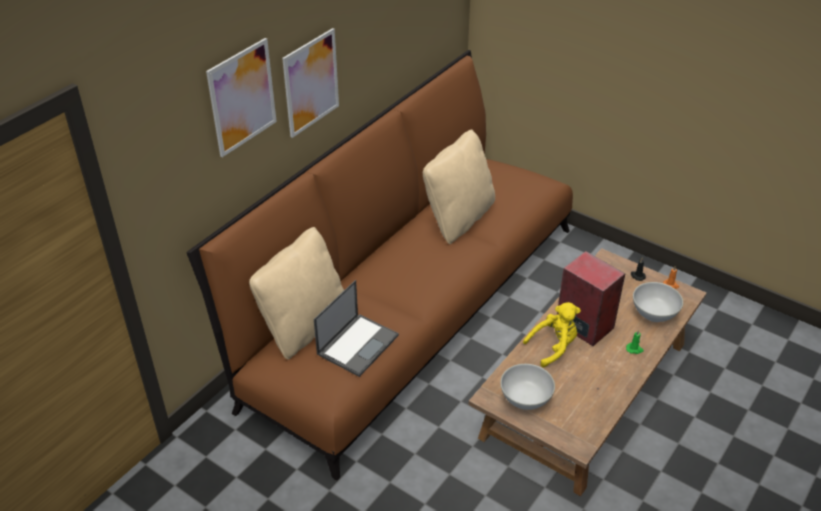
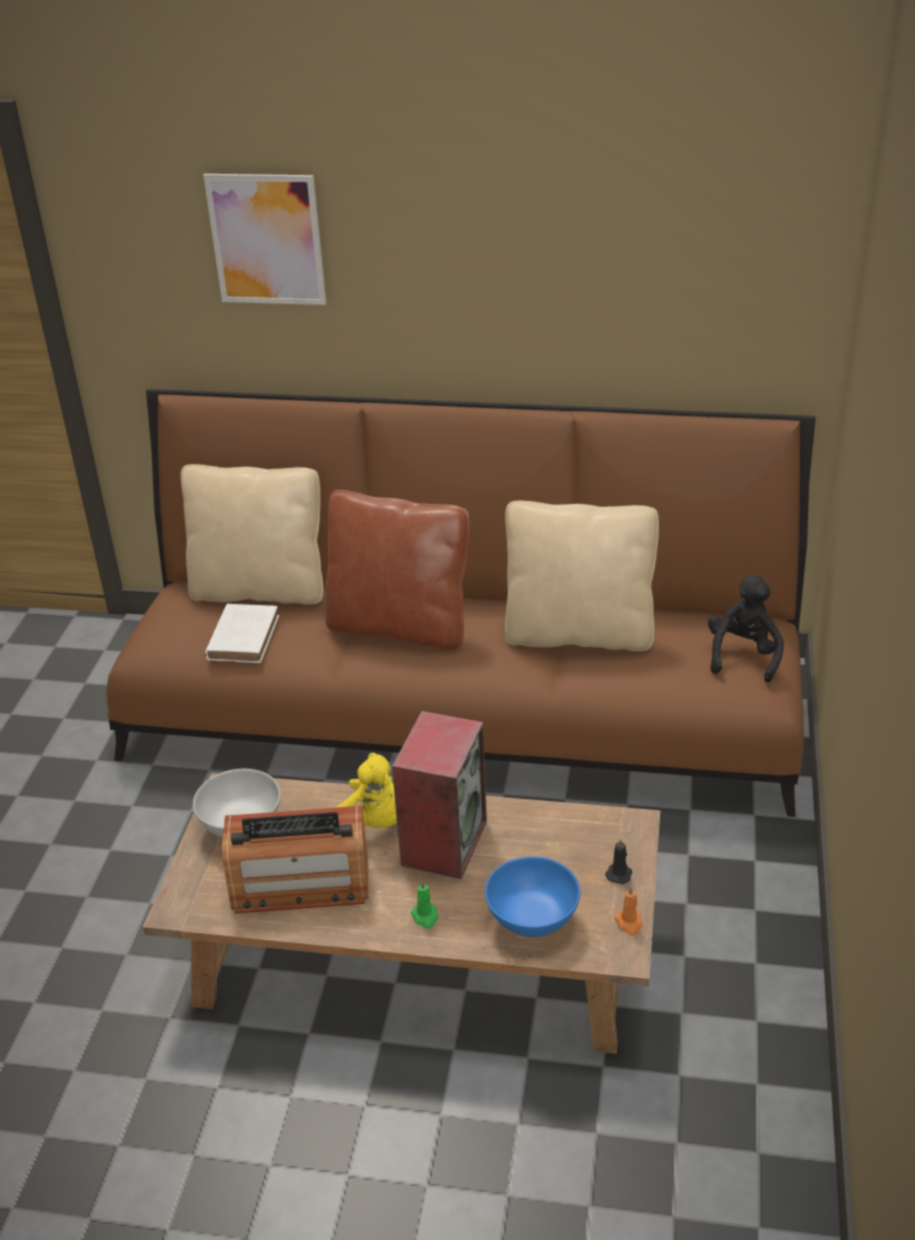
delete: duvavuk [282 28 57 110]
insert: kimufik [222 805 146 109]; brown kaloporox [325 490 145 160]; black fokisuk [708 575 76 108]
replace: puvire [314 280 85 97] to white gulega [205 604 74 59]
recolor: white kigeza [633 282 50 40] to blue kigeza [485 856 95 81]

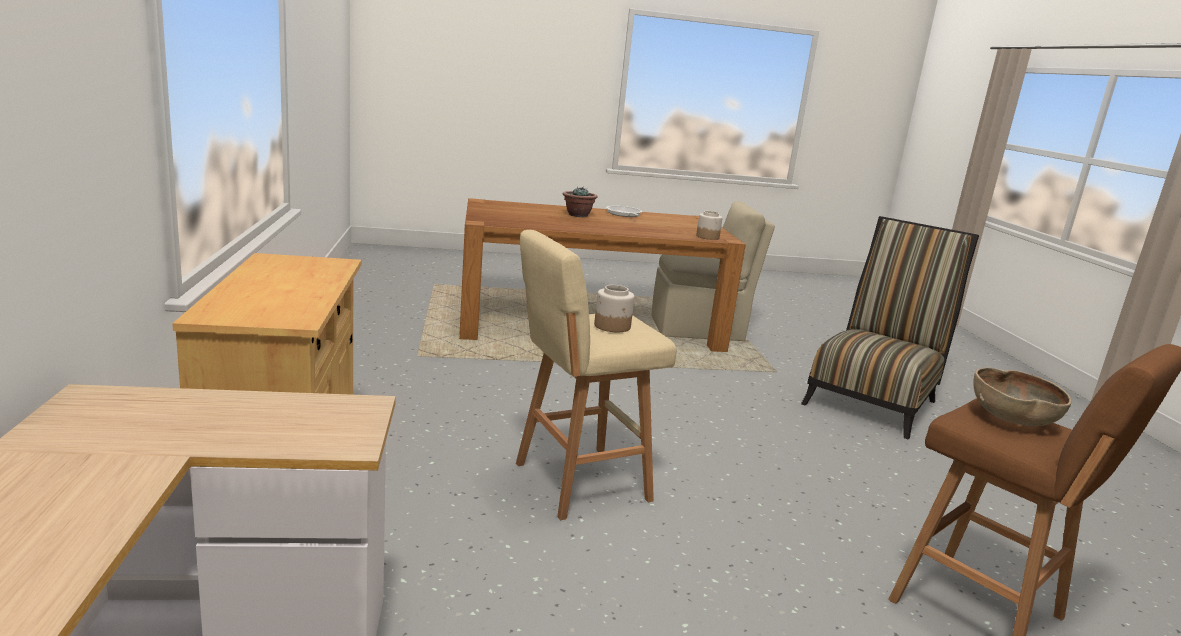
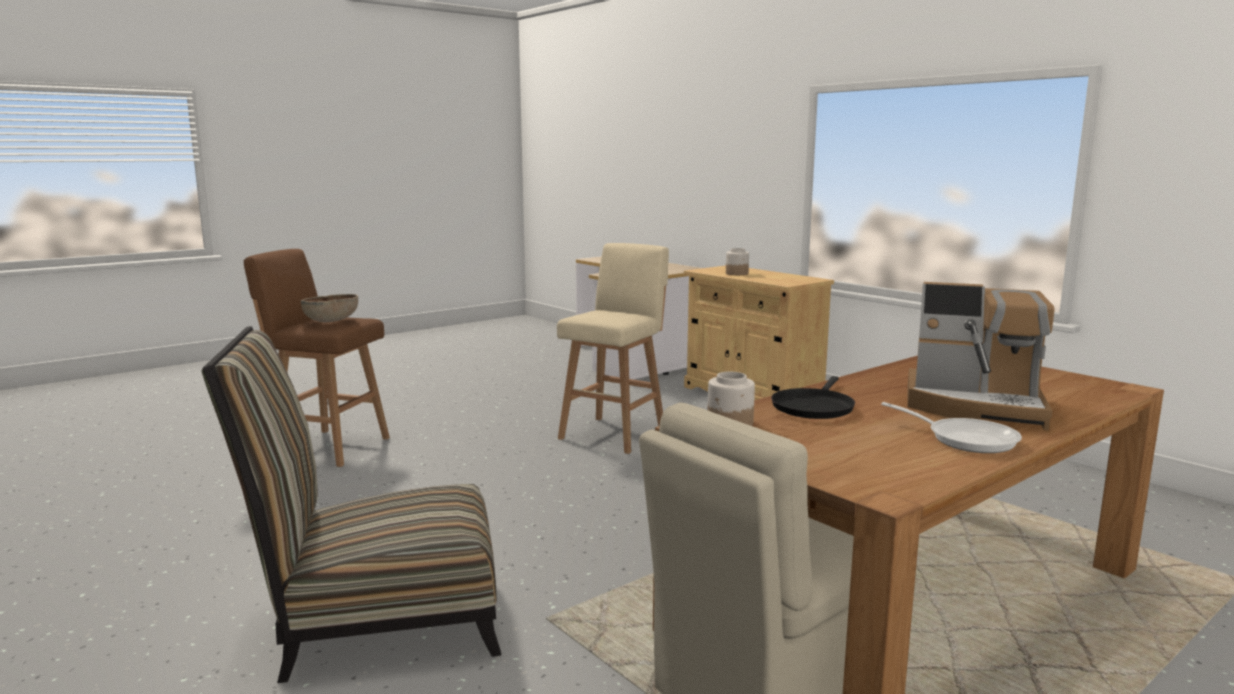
insert: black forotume [771 376 84 43]
move: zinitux [594 285 40 47] to [726 248 23 27]
replace: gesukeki [563 186 35 31] to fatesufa [908 282 146 149]
rotate: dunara [801 216 178 224] = [201 326 300 357] 75 degrees clockwise

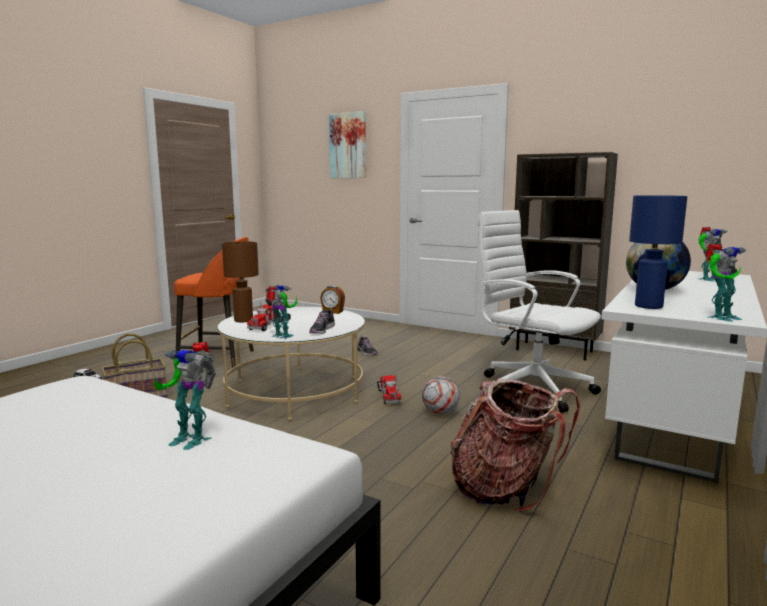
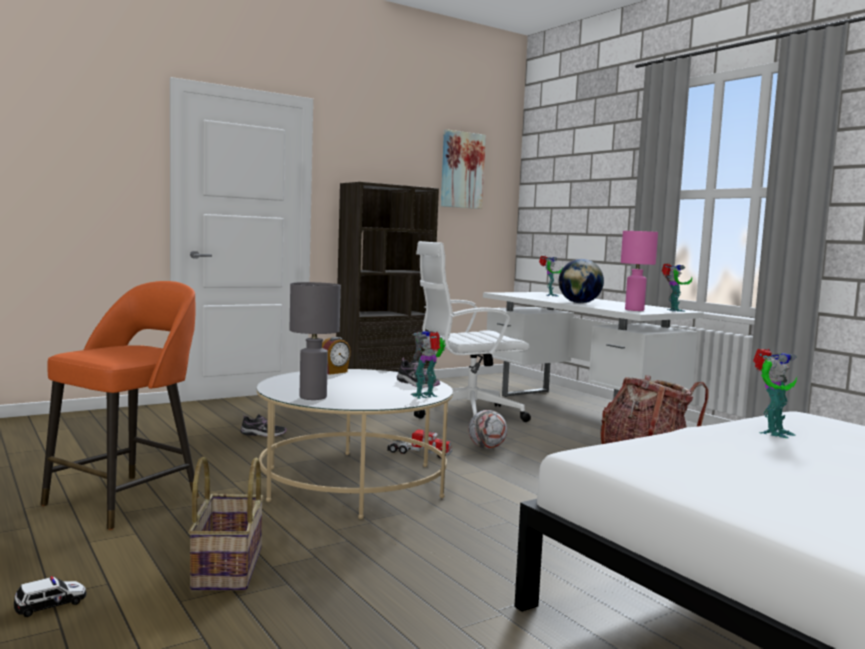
delete: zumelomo [247 302 44 29]
move: duvavuk [329 111 37 67] to [441 129 45 80]
recolor: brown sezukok [222 241 37 82] to grey sezukok [290 282 51 118]; blue sezukok [629 195 58 114] to pink sezukok [621 231 37 80]

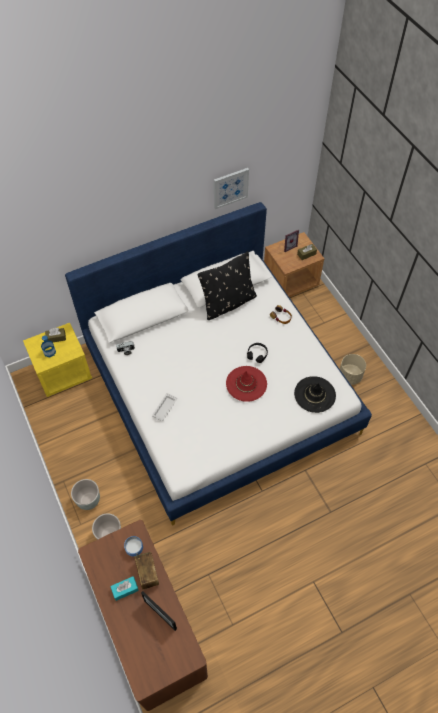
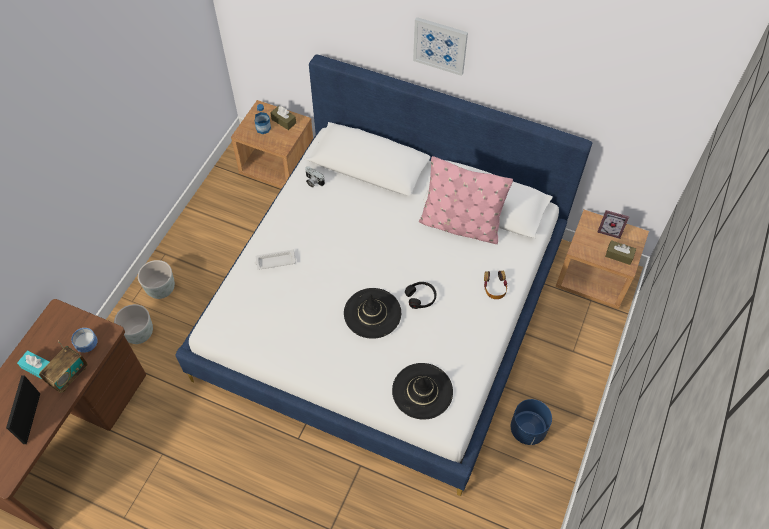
move: duvavuk [214 168 35 41] to [413 17 55 59]
recolor: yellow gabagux [23 323 69 74] to brown gabagux [231 100 82 89]; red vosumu [226 366 41 36] to black vosumu [344 288 57 51]; black kaloporox [198 251 59 69] to pink kaloporox [419 156 94 88]; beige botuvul [340 354 26 31] to blue botuvul [511 399 41 46]

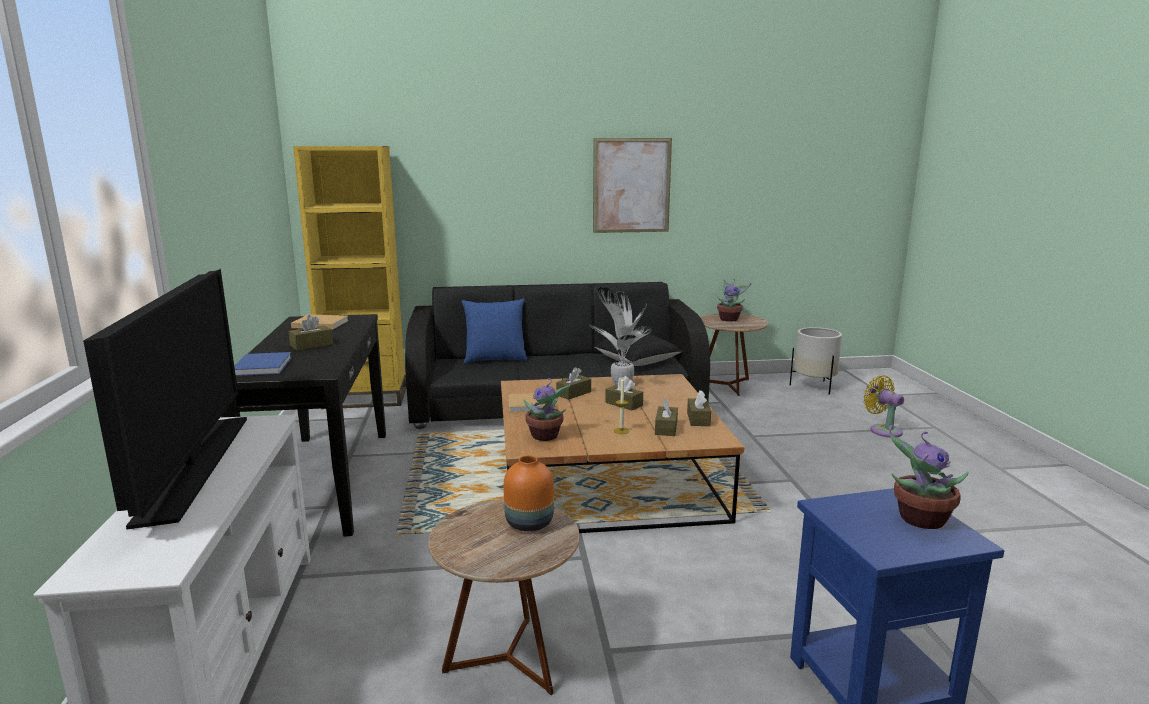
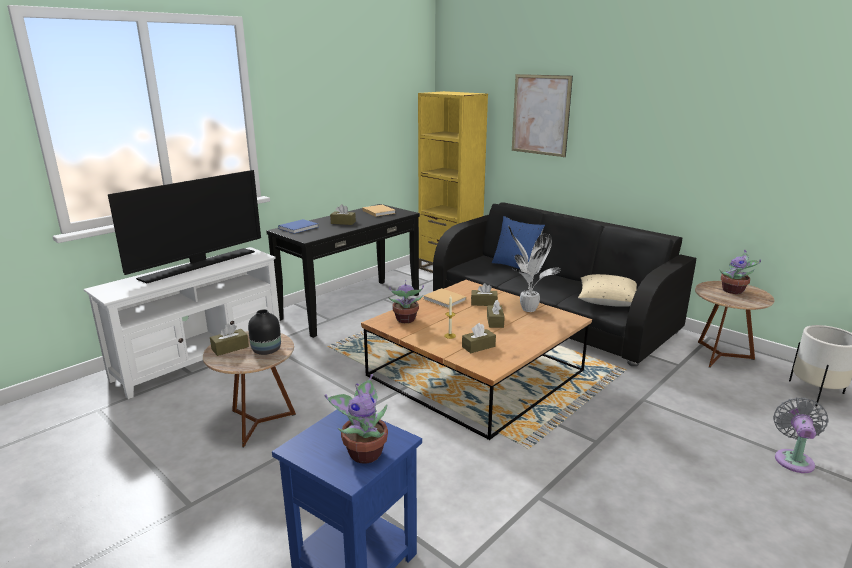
move: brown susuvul [687 390 24 36] to [210 324 39 32]; duvavuk [593 138 79 95] to [512 74 61 83]
recolor: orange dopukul [504 455 50 76] to black dopukul [248 309 33 46]; black kaloporox [594 334 88 32] to beige kaloporox [578 274 59 33]; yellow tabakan [863 375 41 63] to grey tabakan [773 397 56 76]

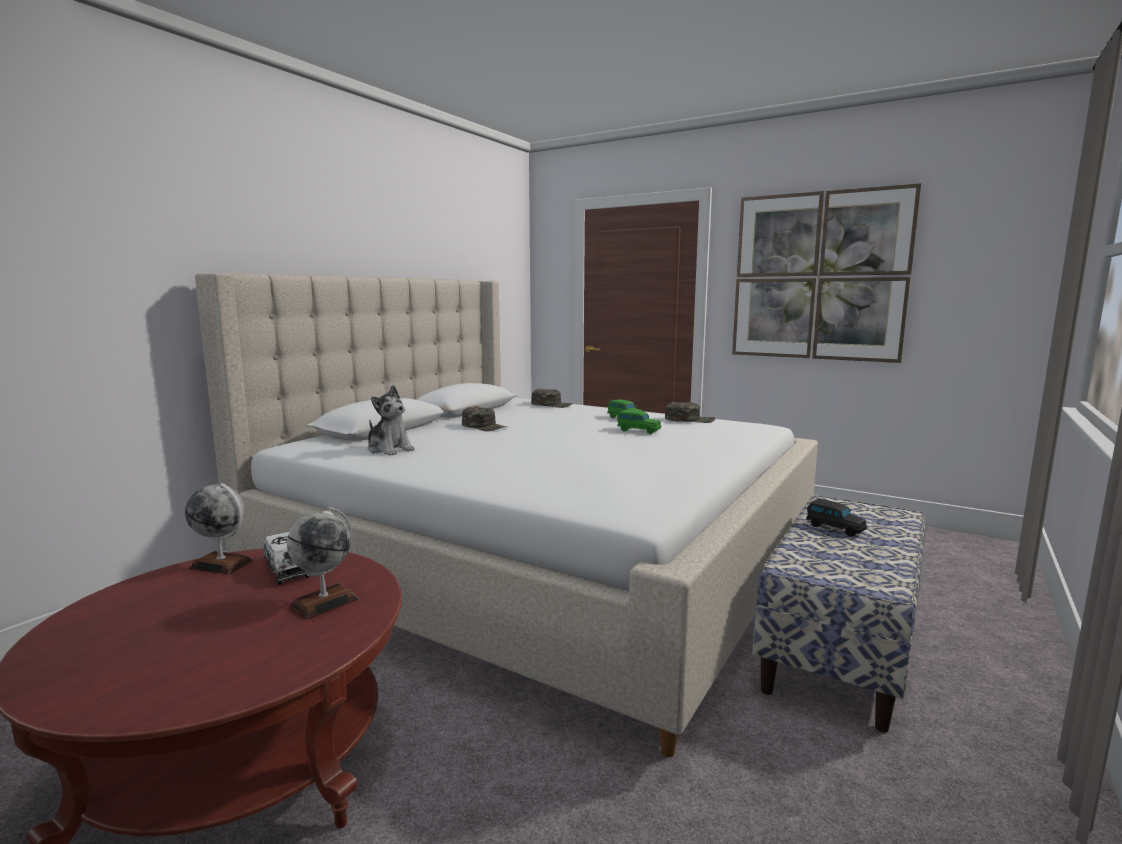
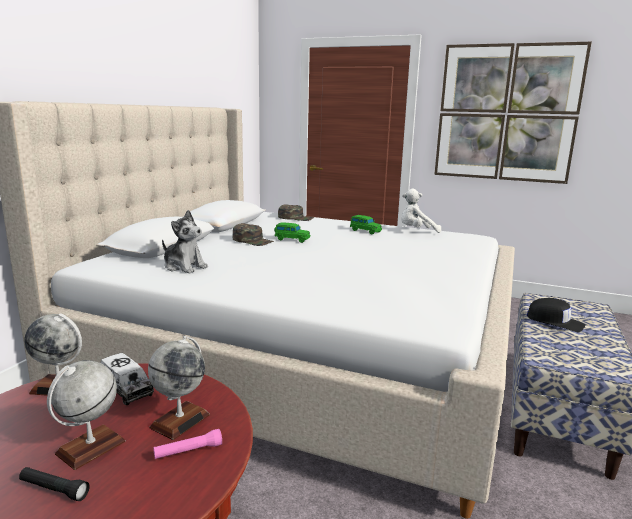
insert: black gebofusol [19 467 70 34]; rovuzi [47 360 78 110]; pink gebofusol [153 429 69 30]
move: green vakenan [617 410 44 24] to [275 222 35 21]
replace: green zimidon [665 402 50 21] to white fokisuk [401 189 40 44]; black vakenan [807 499 60 38] to black zimidon [527 298 59 34]

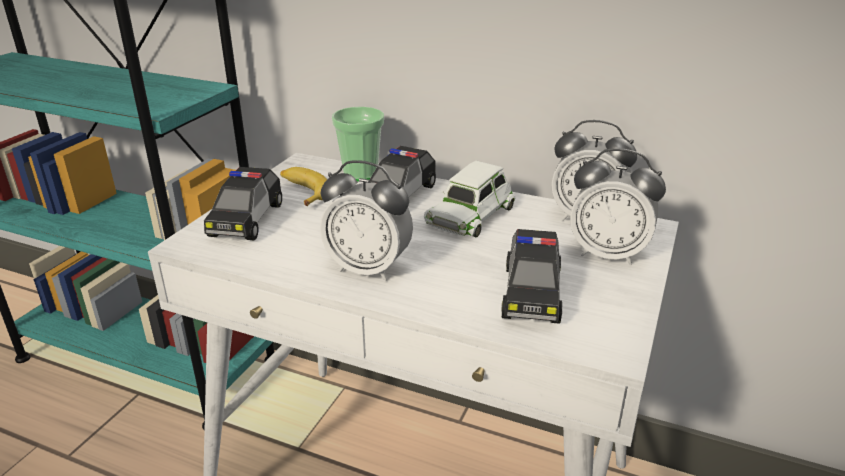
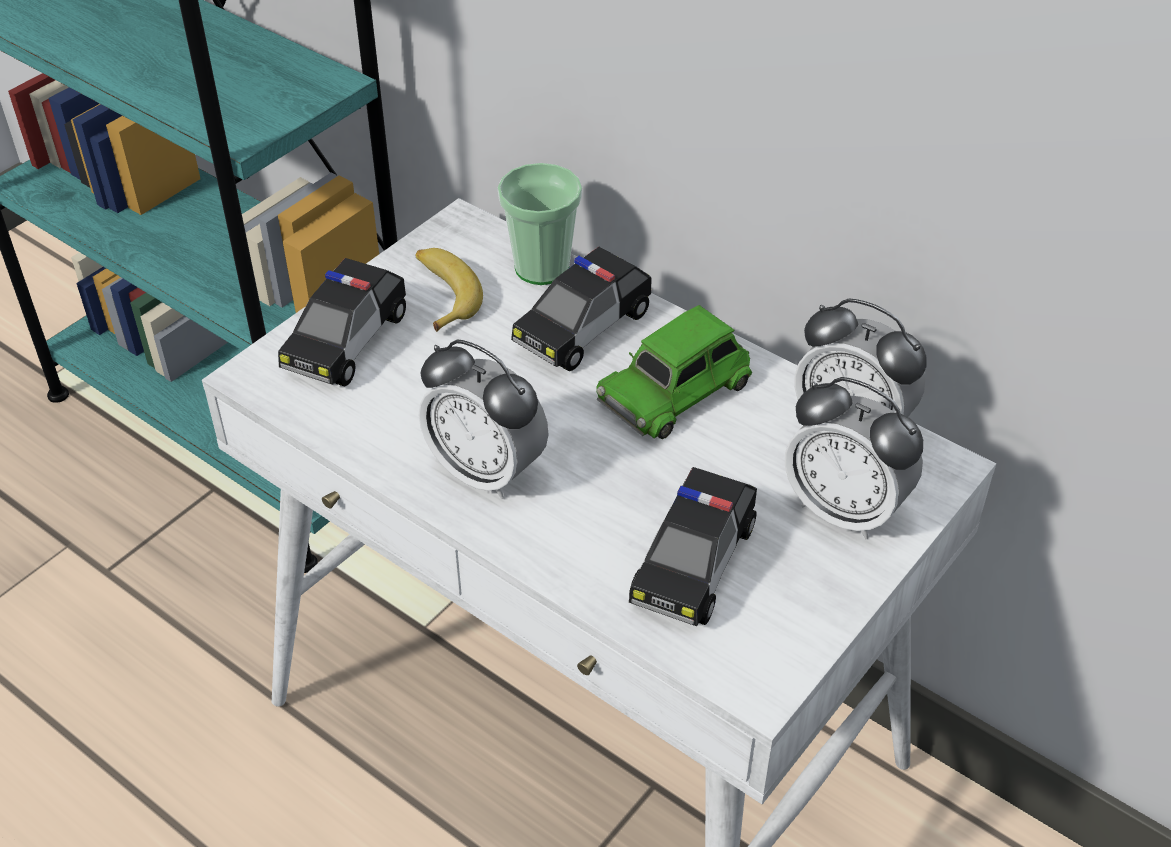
recolor: white vakenan [424 160 91 77] to green vakenan [596 305 156 134]

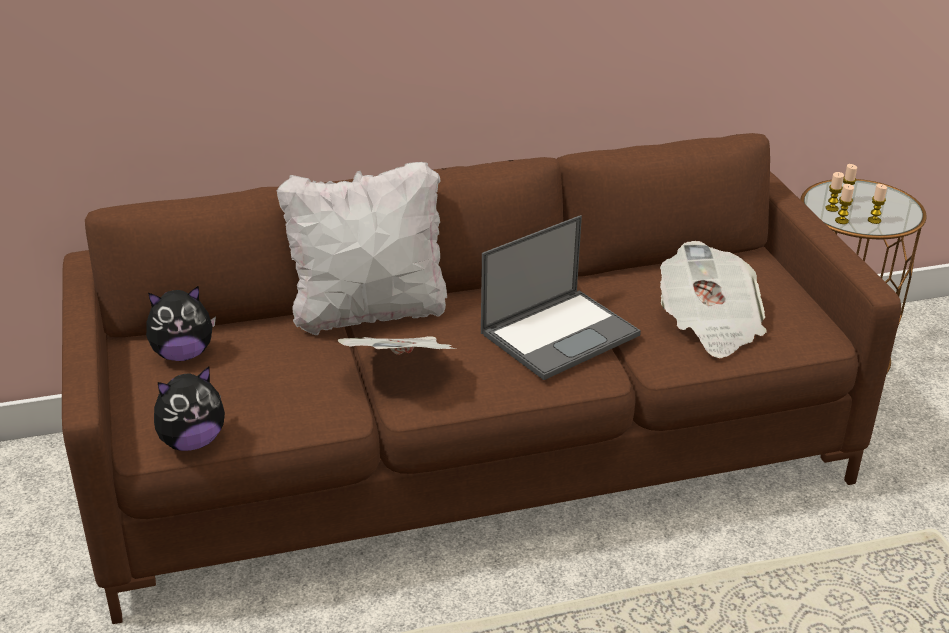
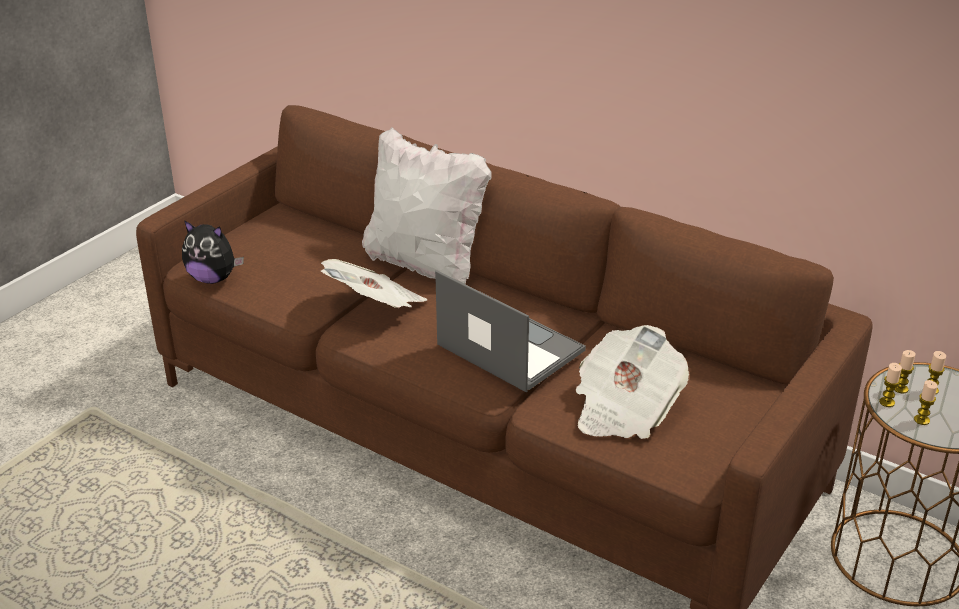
delete: fokisuk [146 286 70 75]
rotate: puvire [481 215 160 165] = [435 270 151 122] 150 degrees counterclockwise

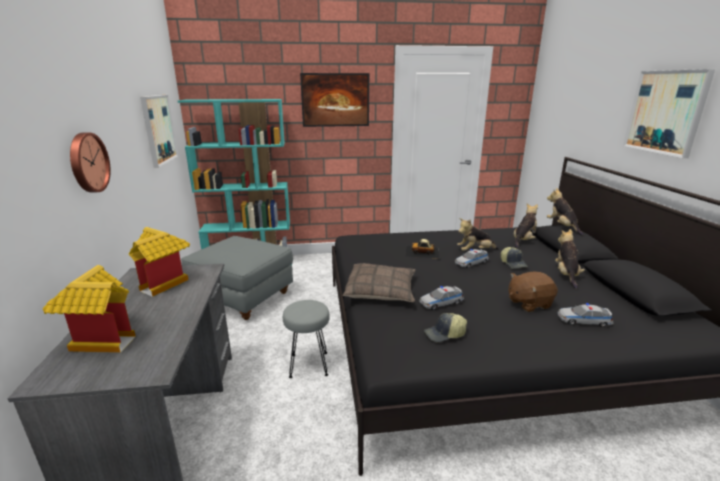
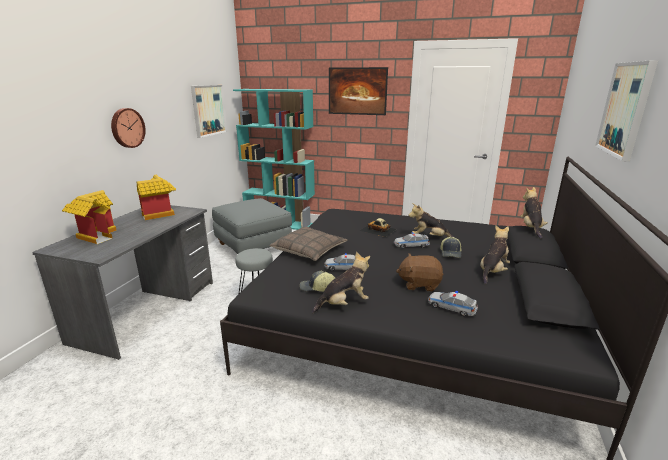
move: fokisuk [514 203 24 45] to [312 252 58 62]

